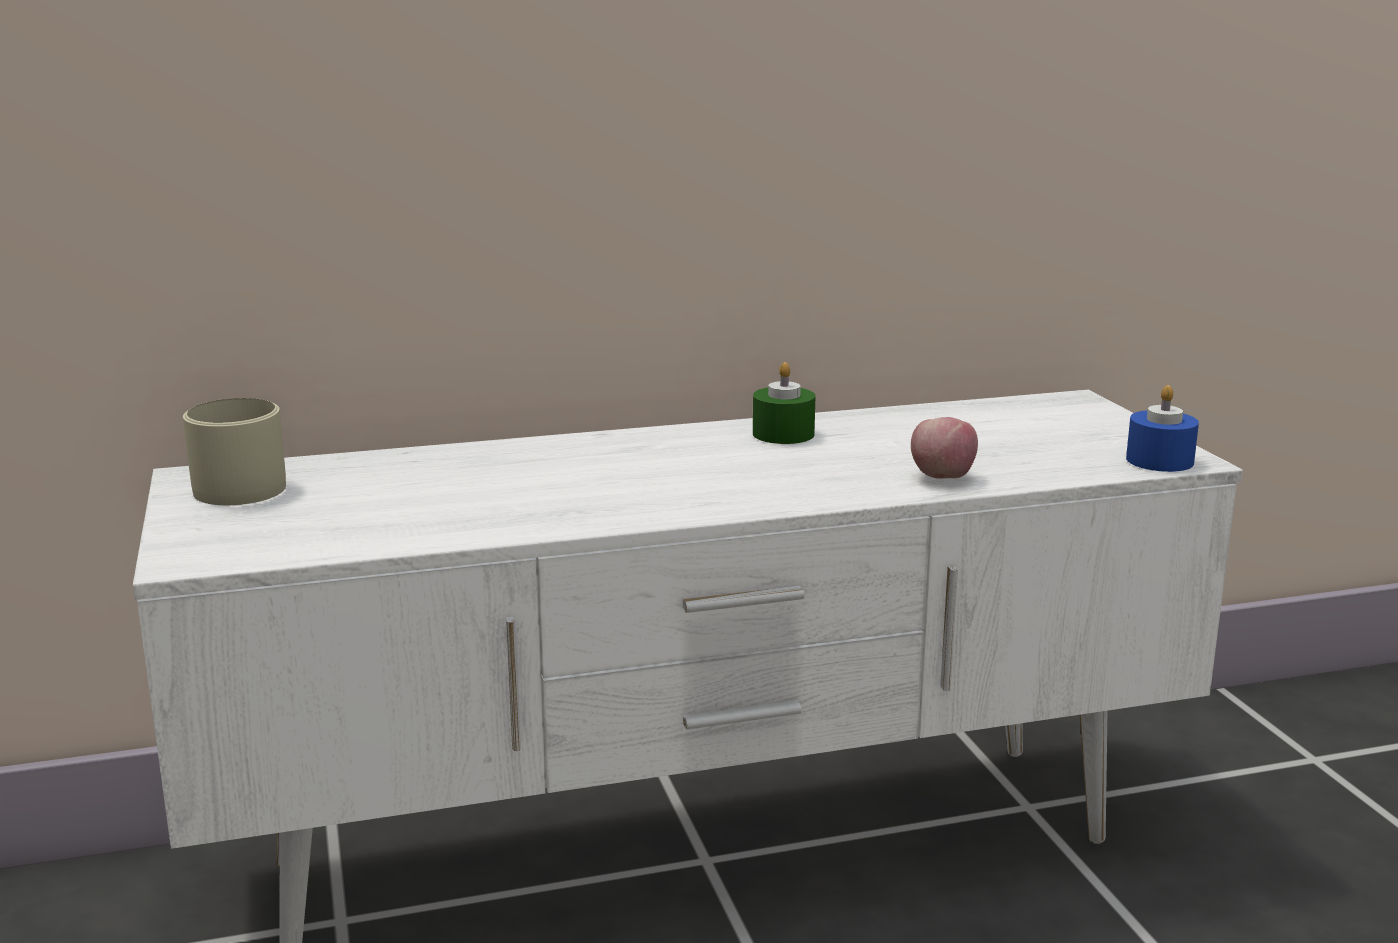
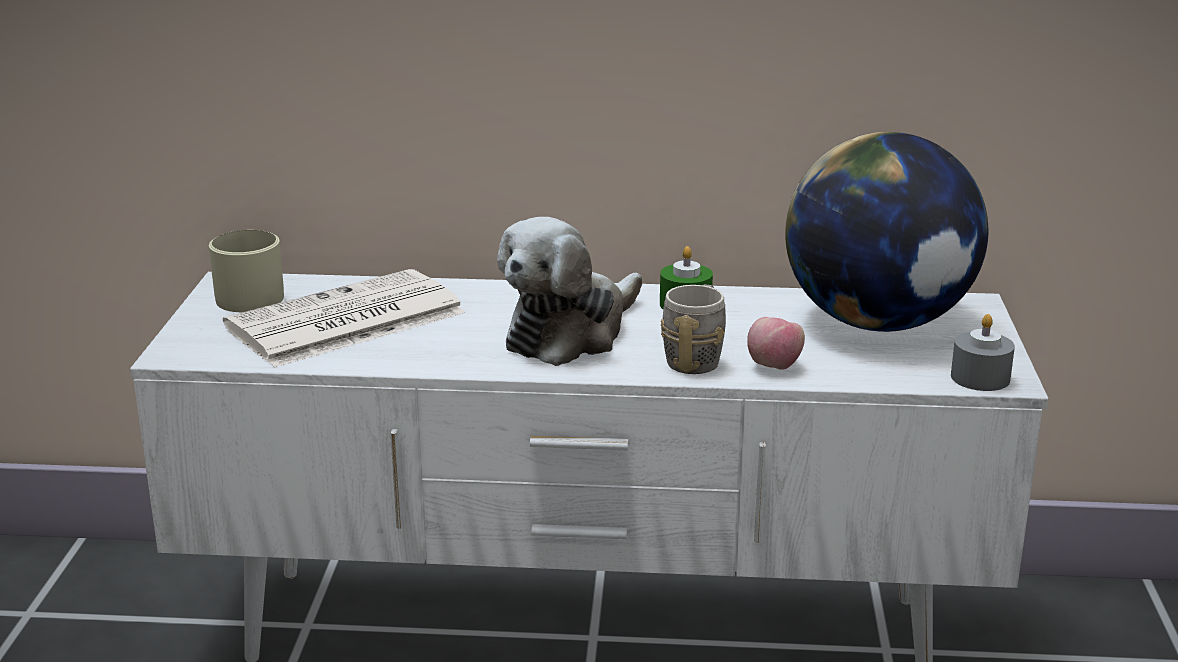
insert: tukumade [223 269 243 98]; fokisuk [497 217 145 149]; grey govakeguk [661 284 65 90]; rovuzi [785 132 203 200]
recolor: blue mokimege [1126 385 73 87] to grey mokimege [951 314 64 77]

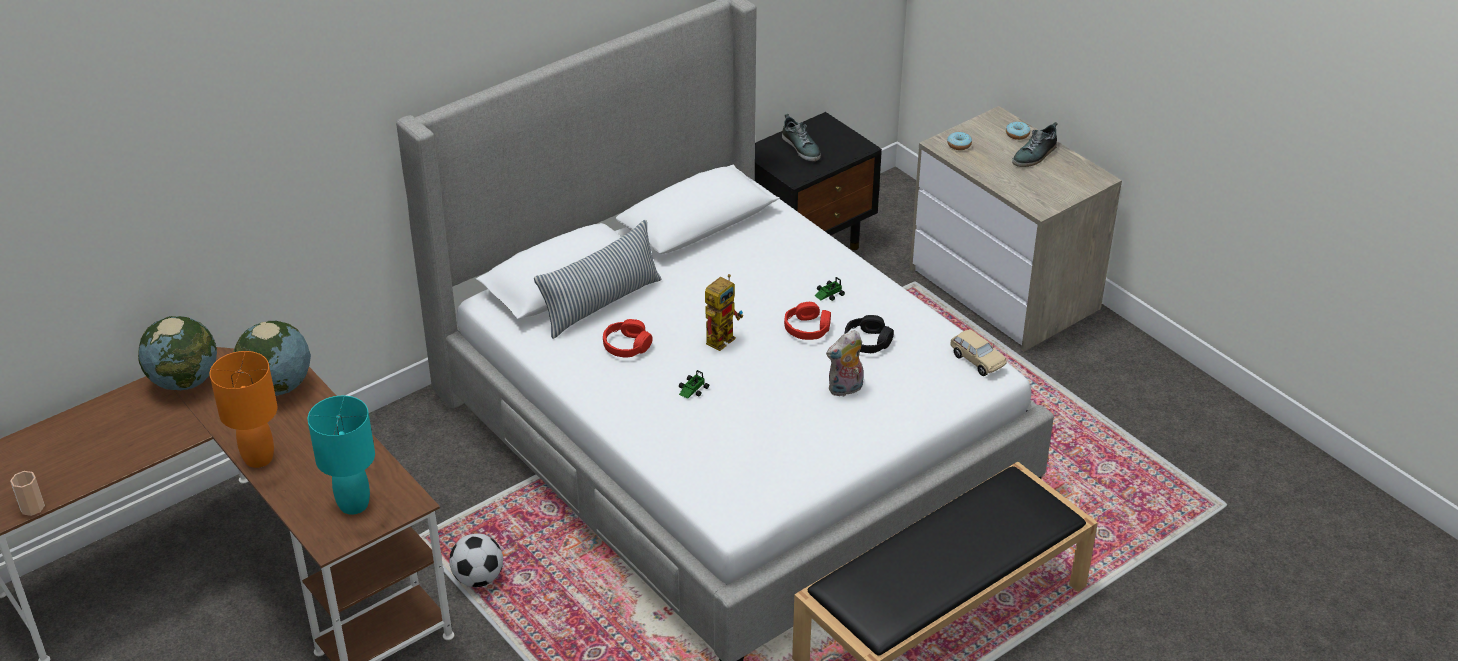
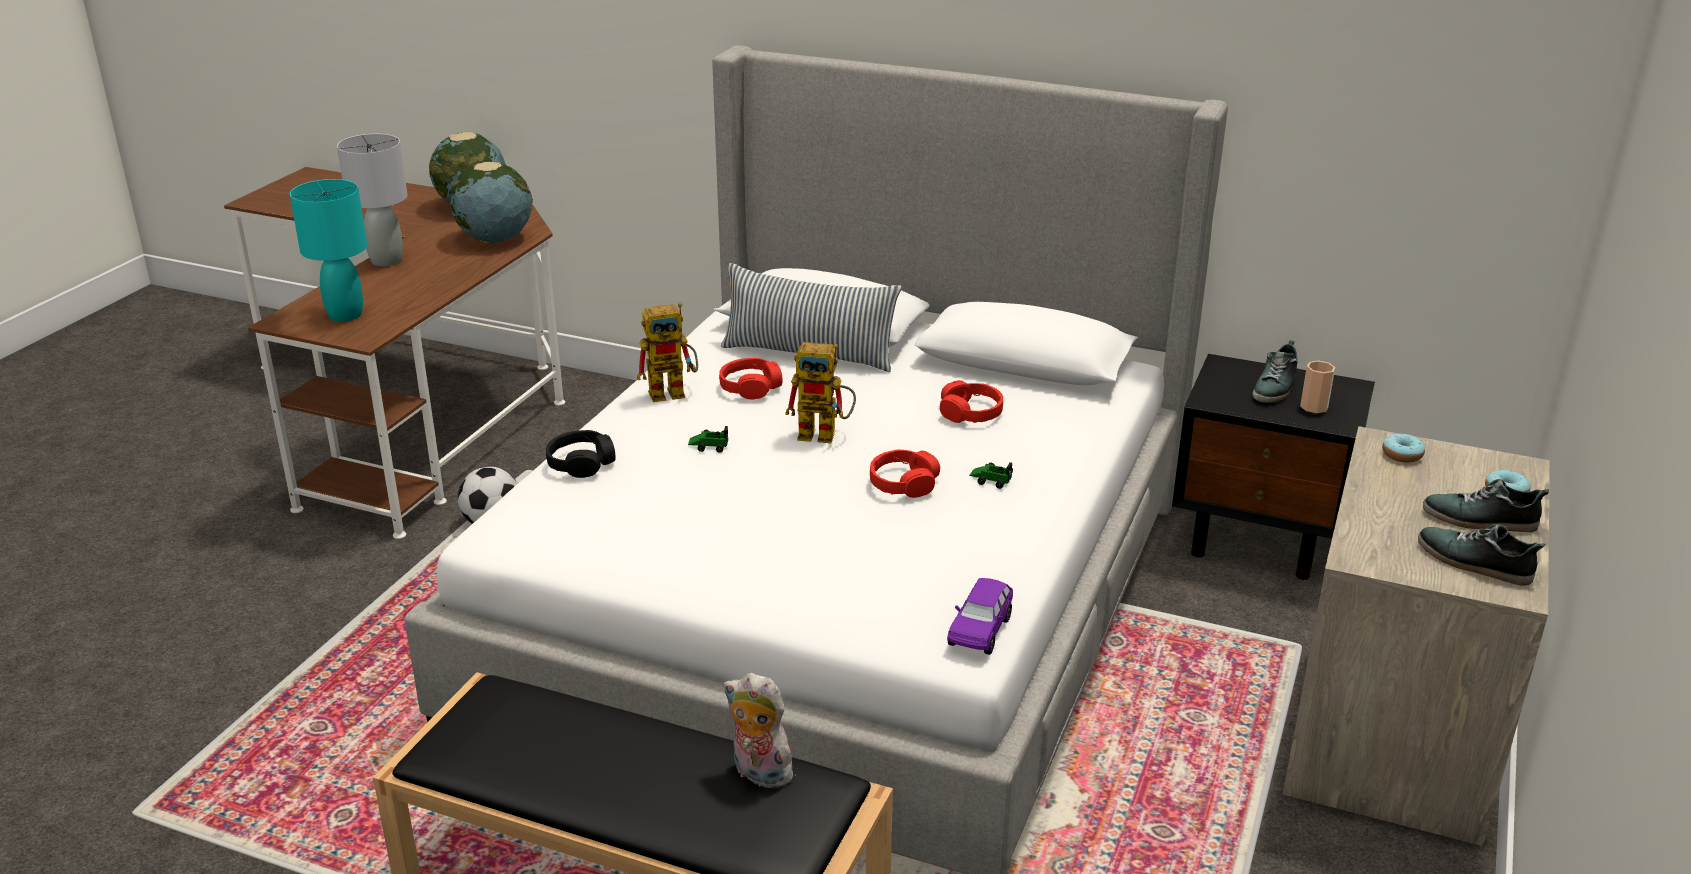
insert: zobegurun [637 302 61 100]; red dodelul [940 380 63 43]; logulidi [1418 524 128 61]
move: black dodelul [845 315 49 38] to [546 430 70 48]; fokisuk [826 330 38 66] to [724 673 69 117]; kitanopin [10 471 35 45] to [1300 361 35 52]
recolor: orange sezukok [210 351 68 117] to grey sezukok [337 134 71 132]; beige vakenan [950 329 57 47] to purple vakenan [947 578 66 77]

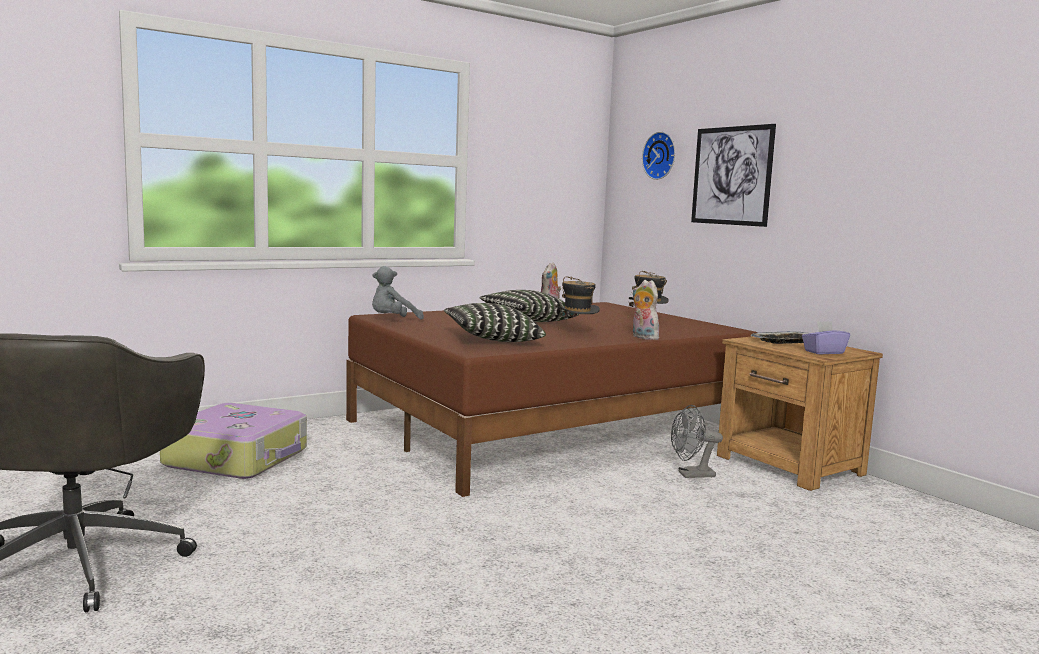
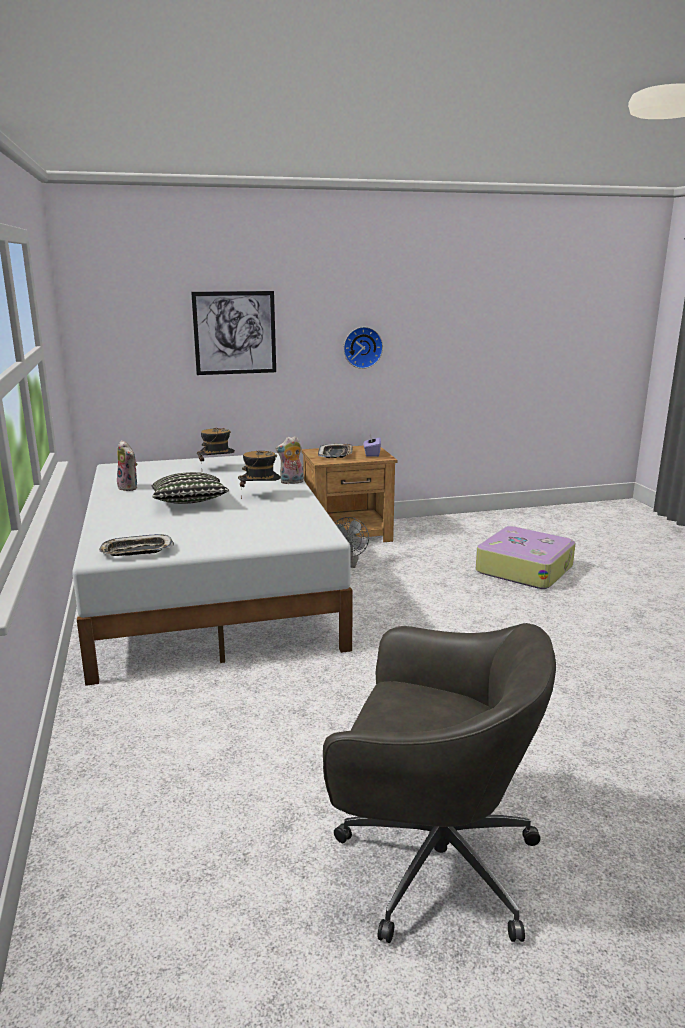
delete: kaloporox [444 303 102 39]
move: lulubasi [642 132 33 48] to [343 327 40 42]; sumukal [160 403 147 76] to [476 526 100 63]
replace: grey fokisuk [372 266 52 54] to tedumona [99 534 75 22]
recolor: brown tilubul [346 302 411 195] to white tilubul [72 453 281 233]

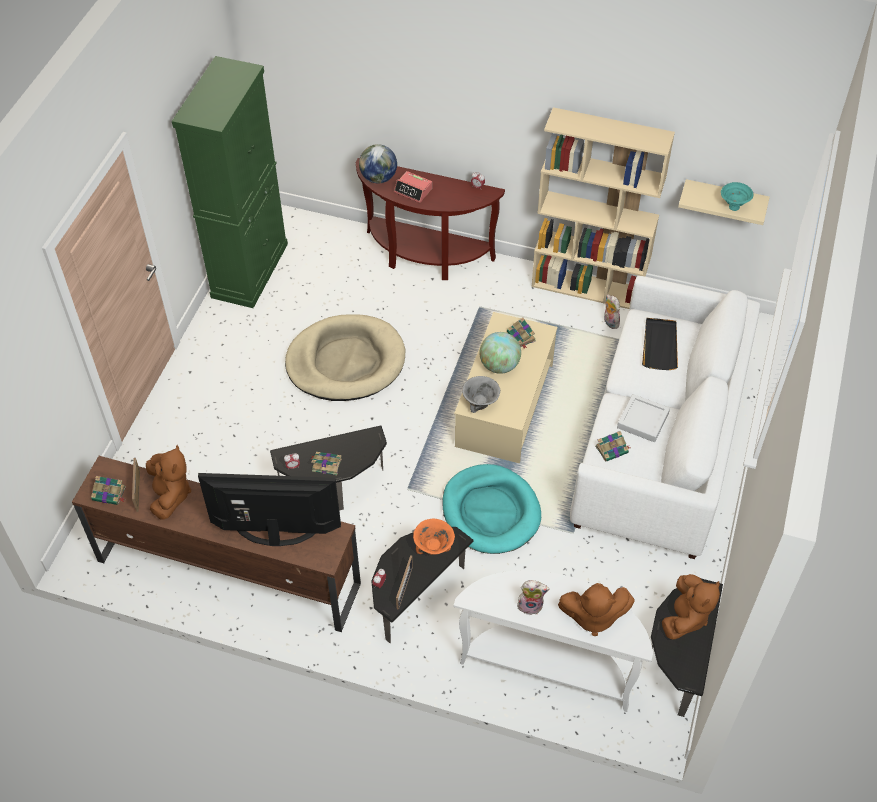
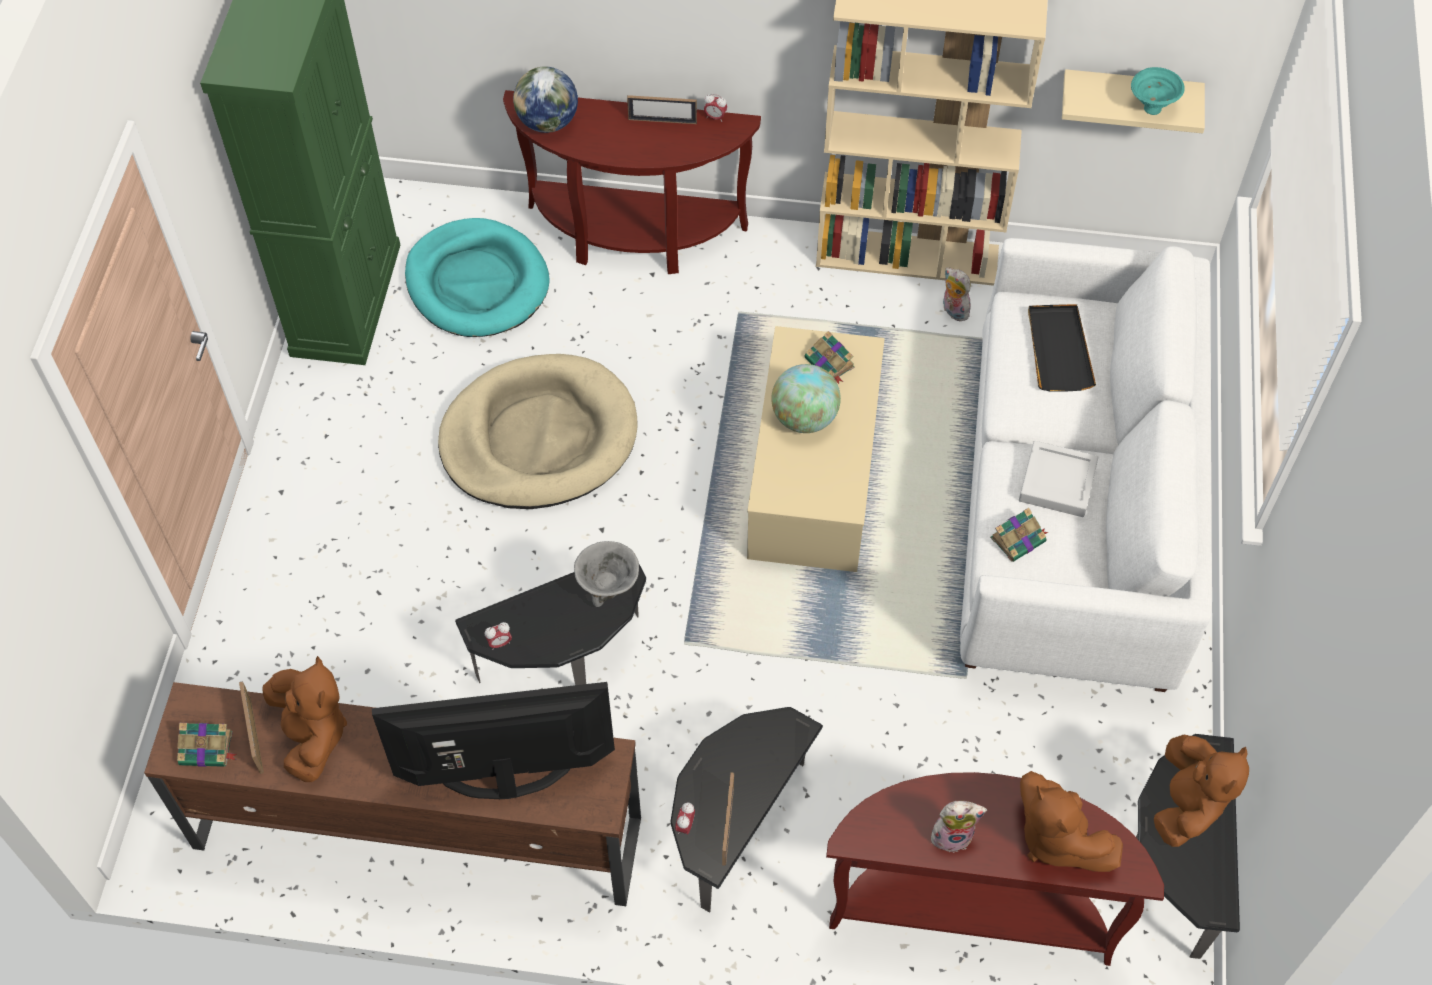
delete: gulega [310 452 32 23]; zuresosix [394 171 38 32]; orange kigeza [413 519 42 36]
insert: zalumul [627 95 70 29]
move: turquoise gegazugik [442 464 99 90] to [405 218 144 119]; grey kigeza [462 376 38 37] to [574 541 65 66]
recolor: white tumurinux [453 570 200 142] to brown tumurinux [826 772 338 194]
rotate: brown fokisuk [558 583 77 53] = [1020 771 103 101] 60 degrees clockwise

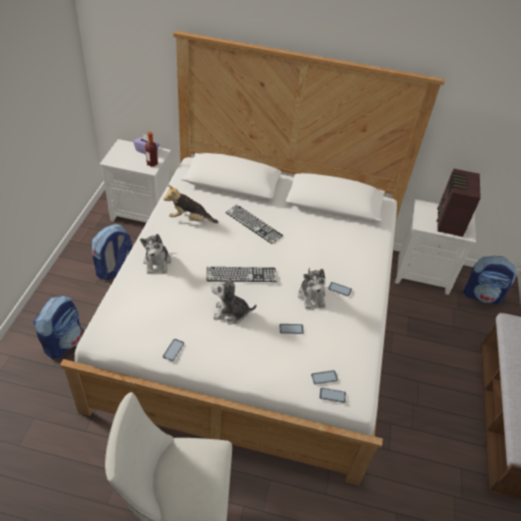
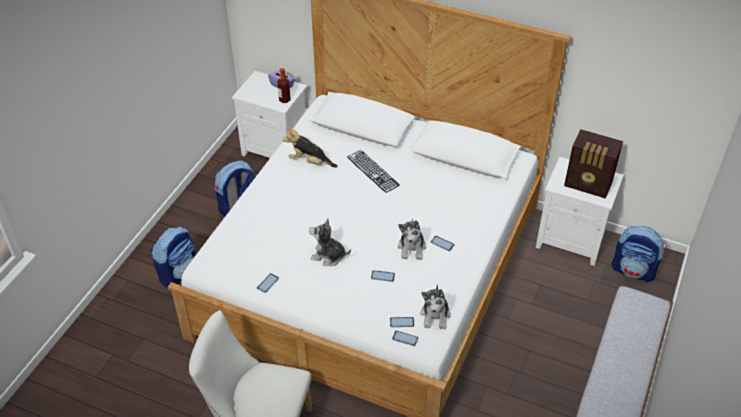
delete: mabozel [207 267 70 15]
move: fokisuk [140 234 31 40] to [420 284 31 45]
rotate: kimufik [436 169 45 68] = [564 129 59 70] 90 degrees counterclockwise

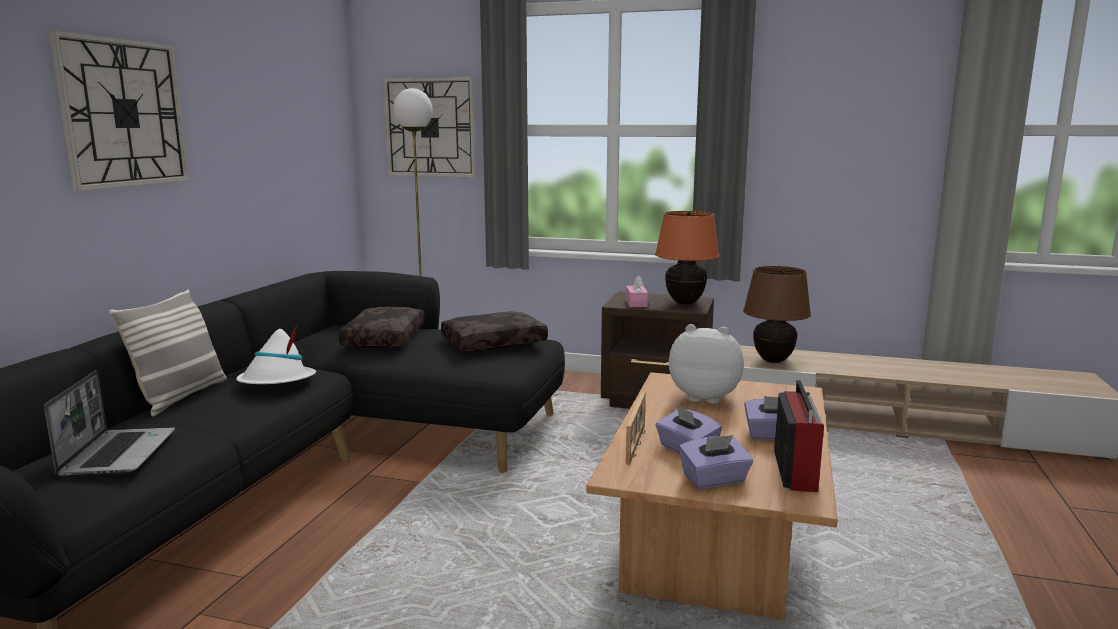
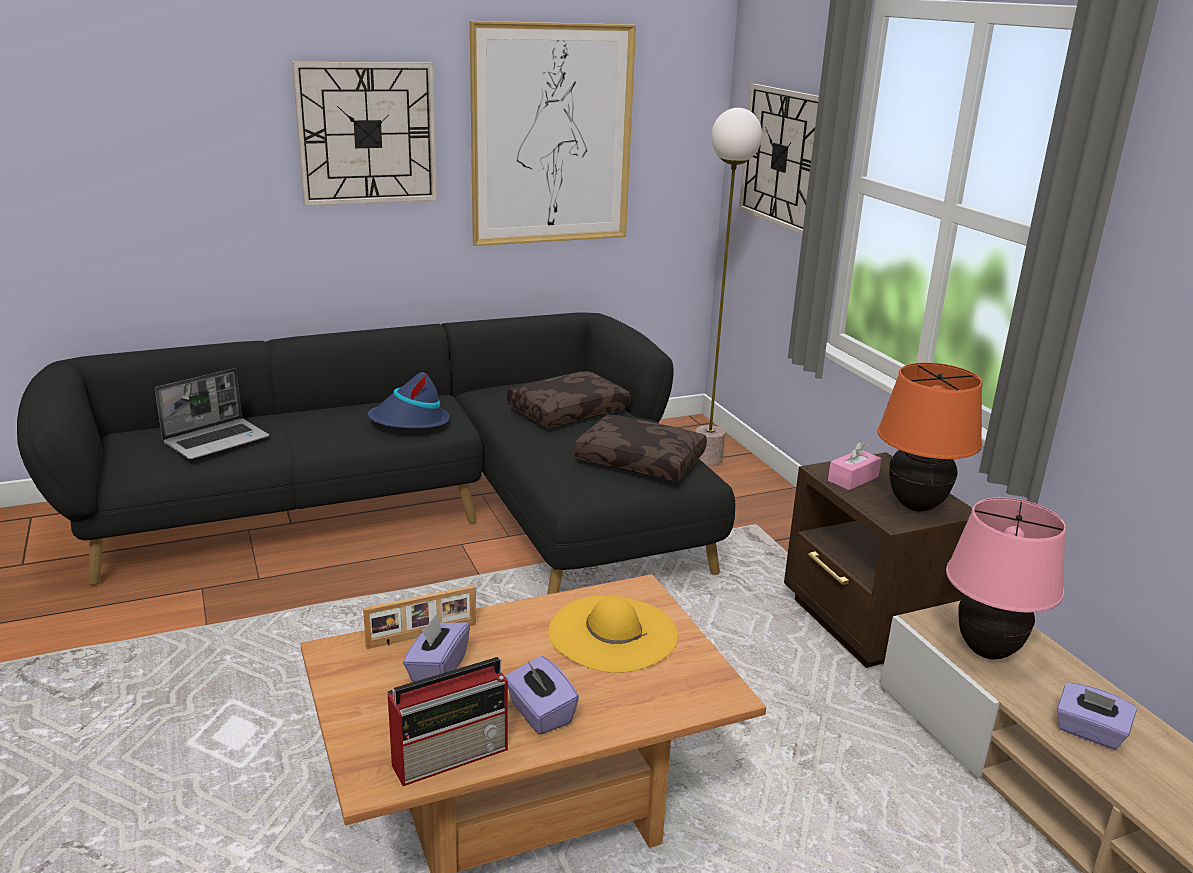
delete: kaloporox [109 289 118 127]
insert: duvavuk [470 21 166 225]
move: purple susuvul [679 435 74 54] to [1057 682 80 68]
replace: fokisuk [669 324 75 80] to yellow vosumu [548 595 130 78]
recolor: white vosumu [236 325 80 59] to blue vosumu [368 372 82 56]; brown sezukok [743 266 68 97] to pink sezukok [946 497 120 162]

